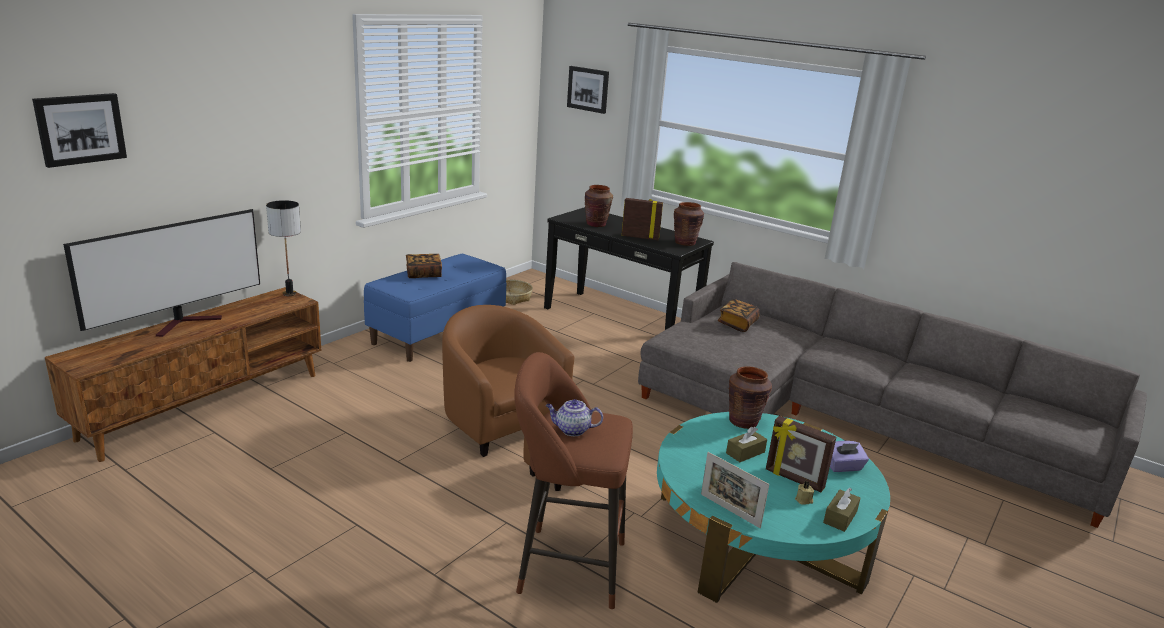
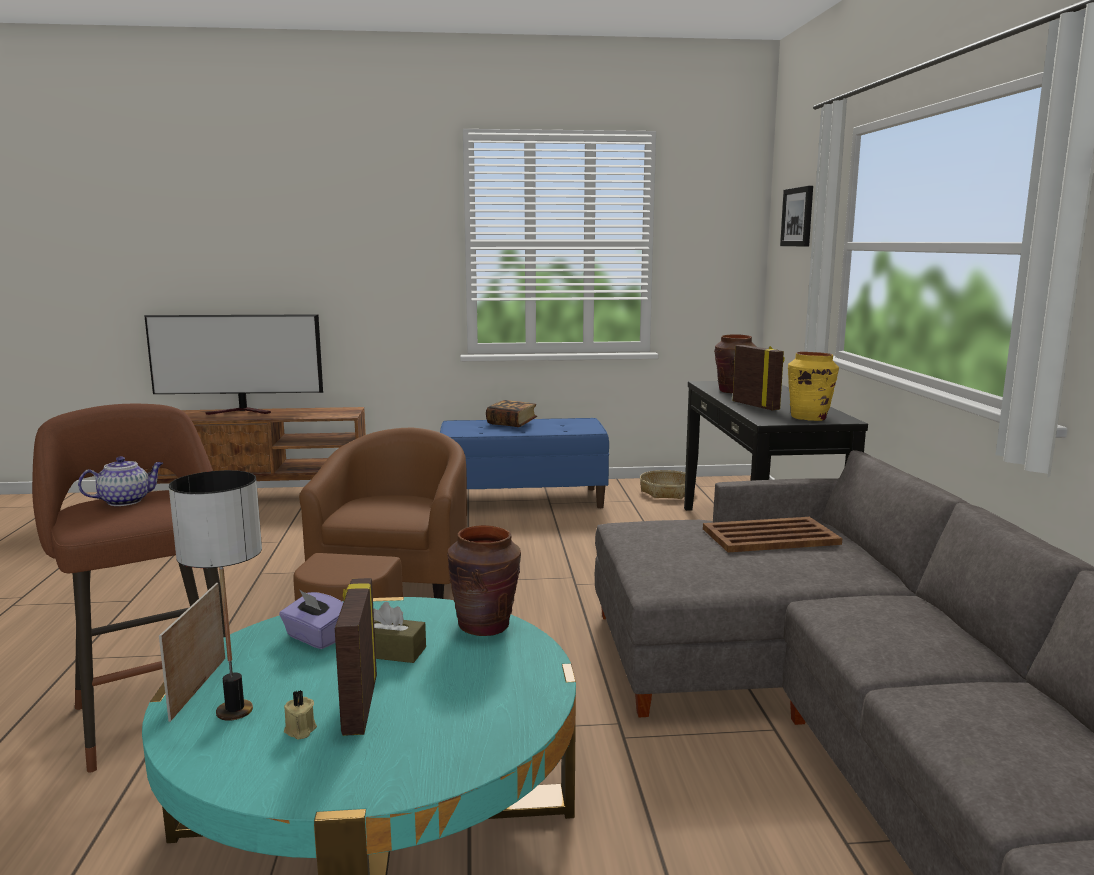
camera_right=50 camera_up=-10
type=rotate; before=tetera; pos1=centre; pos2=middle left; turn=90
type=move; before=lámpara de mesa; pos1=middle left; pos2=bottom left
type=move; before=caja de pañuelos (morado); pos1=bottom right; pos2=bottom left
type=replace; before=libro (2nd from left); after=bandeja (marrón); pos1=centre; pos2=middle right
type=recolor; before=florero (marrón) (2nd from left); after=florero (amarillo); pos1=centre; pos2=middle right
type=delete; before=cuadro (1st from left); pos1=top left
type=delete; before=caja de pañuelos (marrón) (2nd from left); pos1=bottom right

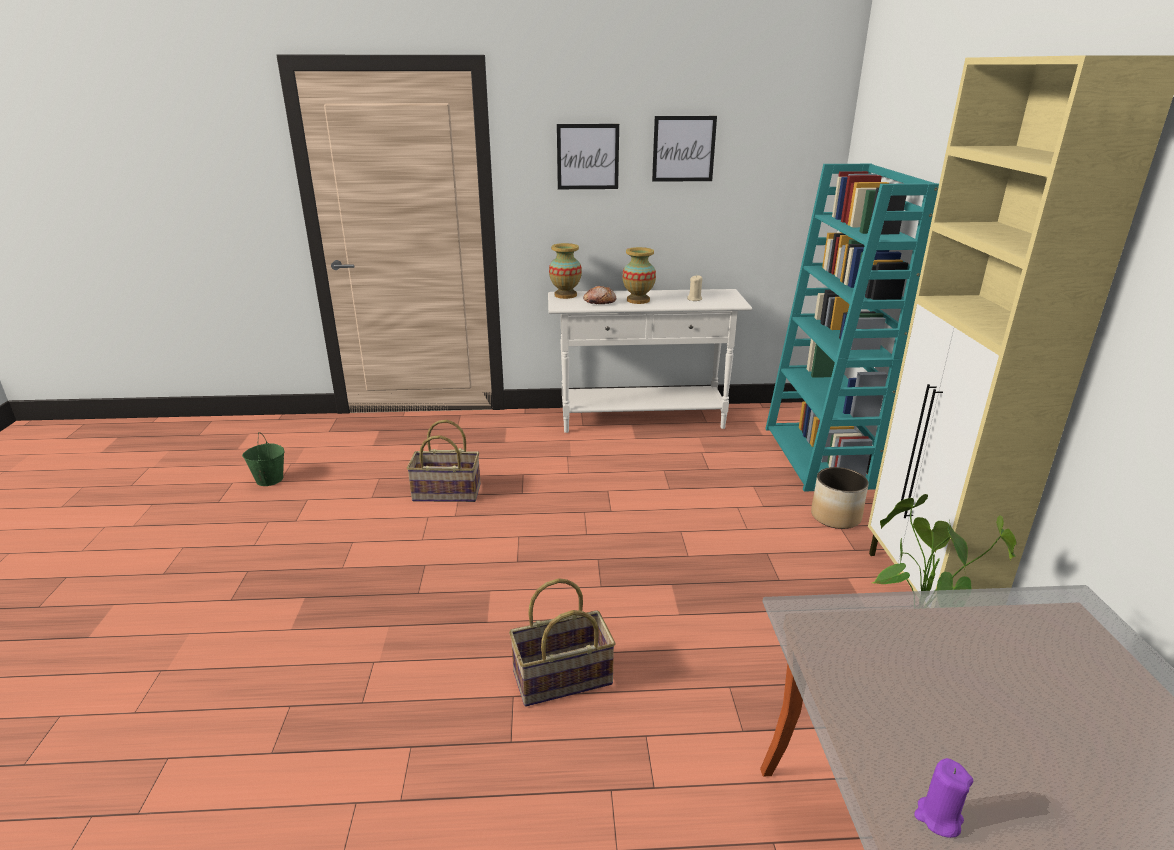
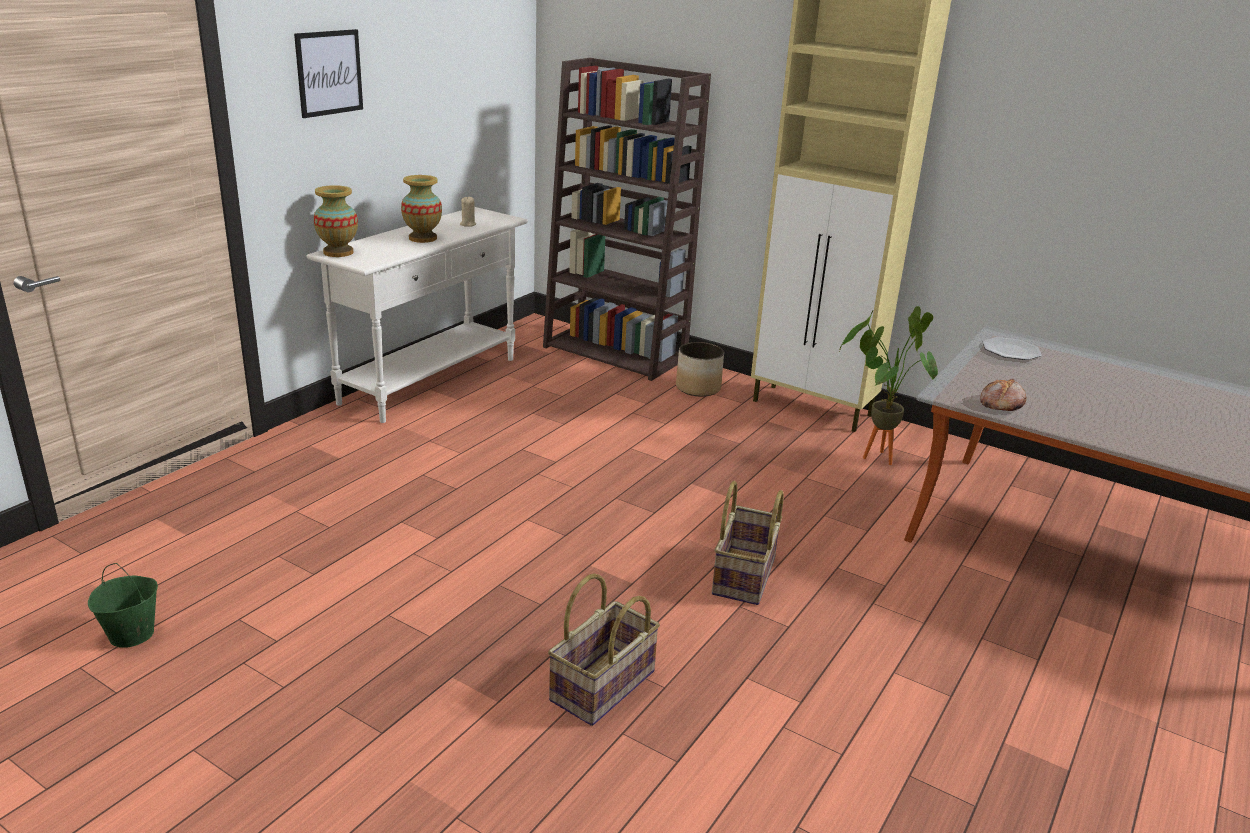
camera_right=-55 camera_up=0
type=recolor; before=estantería (turquesa); after=estantería (marrón); pos1=middle right; pos2=top centre
type=move; before=cesta (1st from left); pos1=centre; pos2=bottom centre
type=move; before=pan; pos1=centre; pos2=middle right
type=insert; after=plato; pos2=middle right
type=delete; before=cuadro (2nd from left); pos1=top centre
type=delete; before=vela (morado); pos1=bottom right

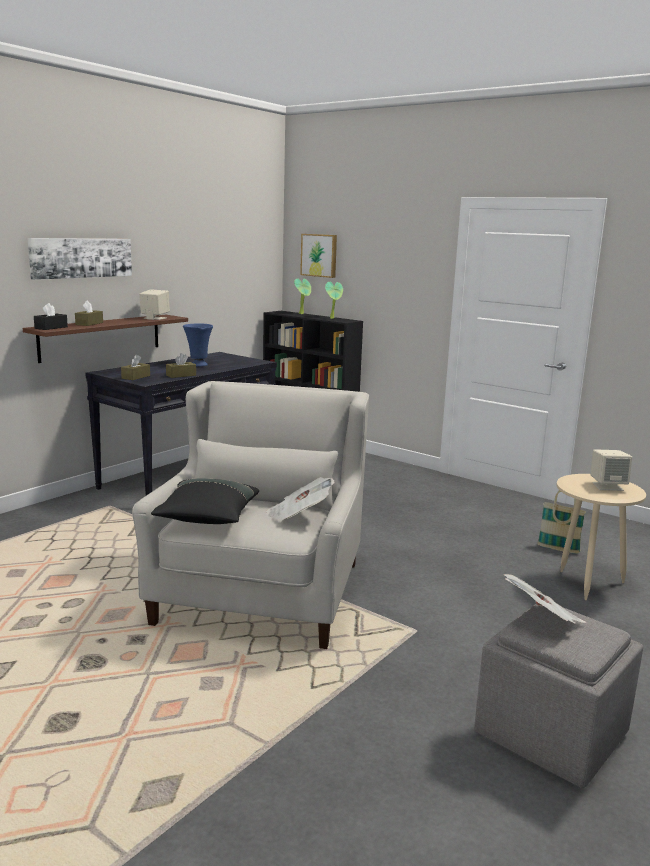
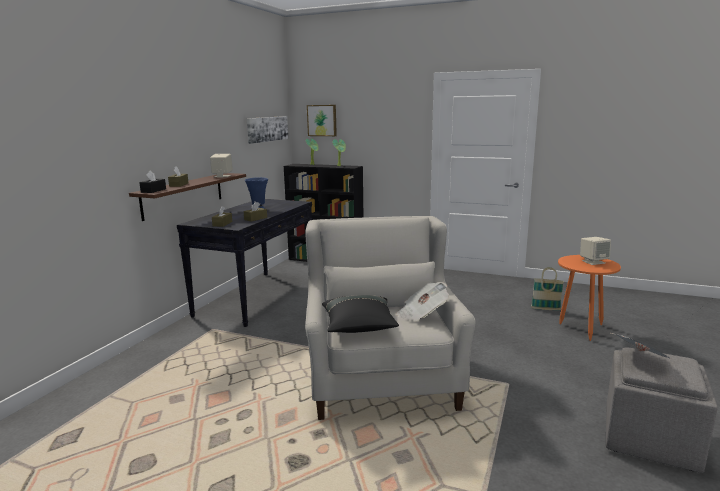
camera_right=-15 camera_up=0
type=move; before=cuadro (1st from left); pos1=top left; pos2=top centre
type=recolor; before=mesa auxiliar (beis); after=mesa auxiliar (naranja); pos1=middle right; pos2=middle right

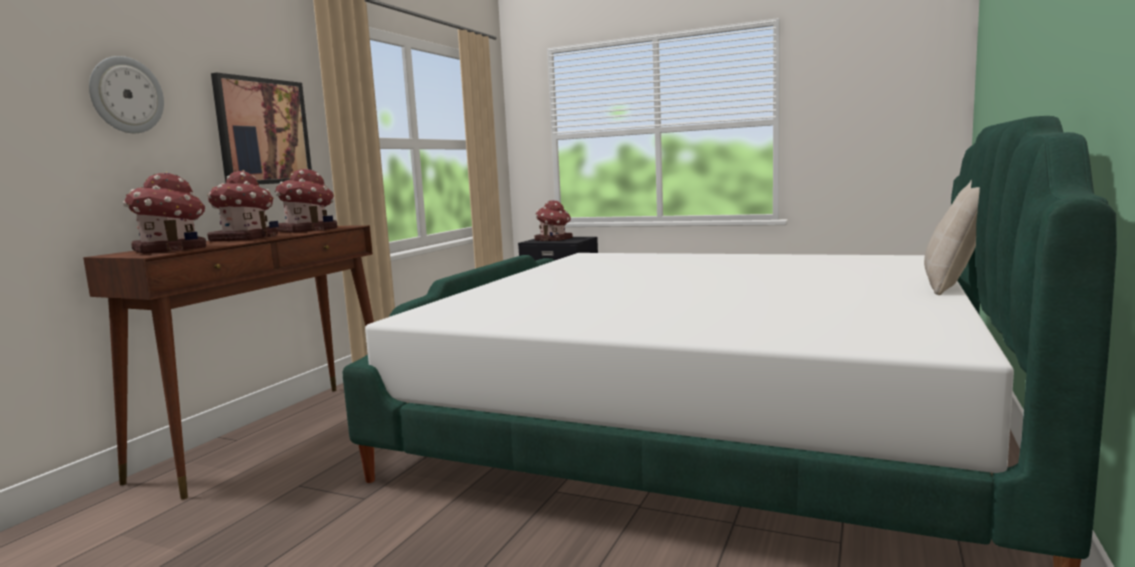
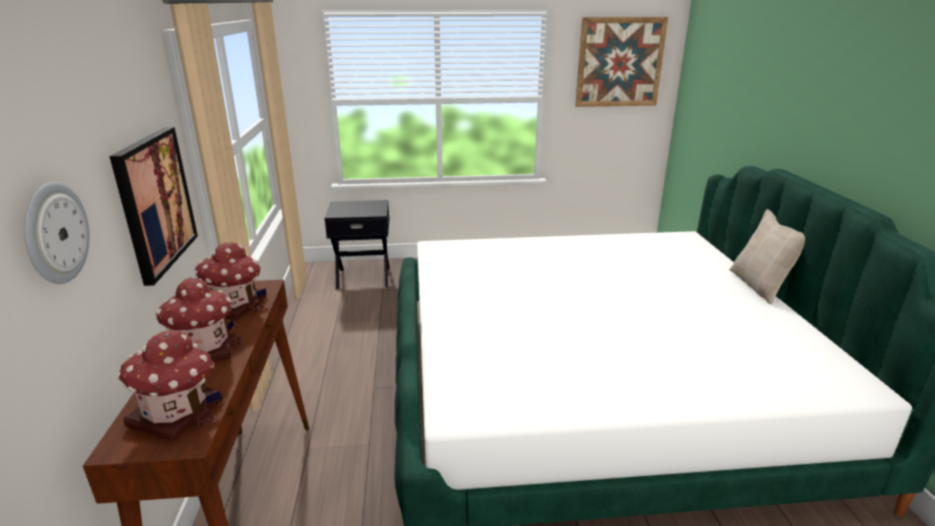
camera_right=-30 camera_up=15
type=insert; after=cuadro (2nd from left); pos2=top centre
type=delete; before=casita (4th from left); pos1=centre

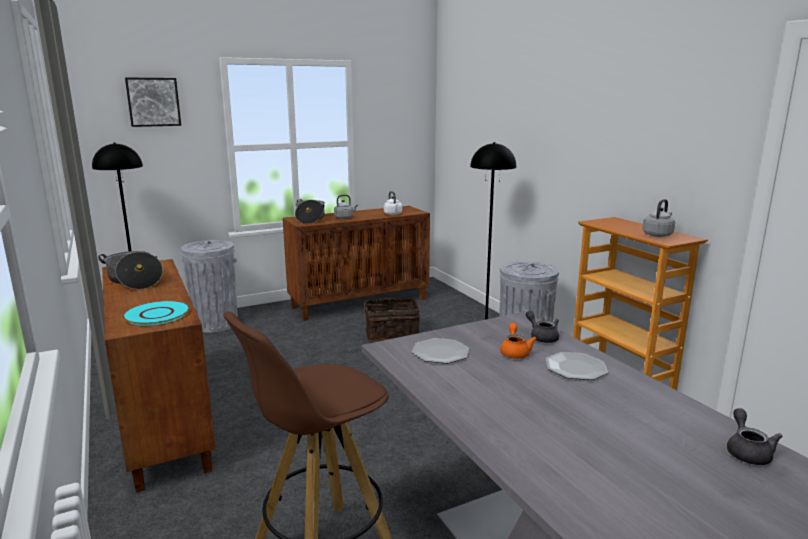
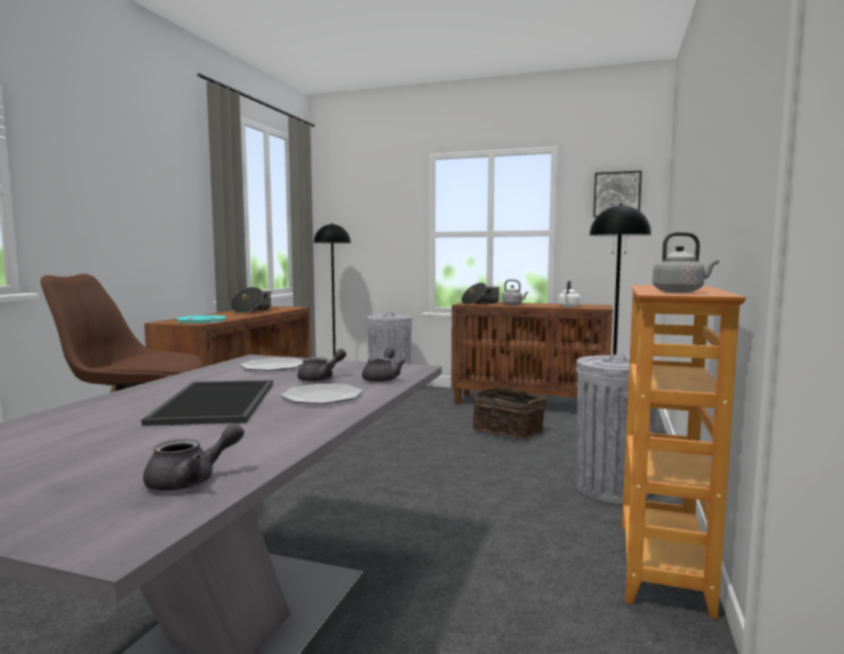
camera_right=45 camera_up=-10
type=insert; after=bandeja; pos2=middle left
type=recolor; before=tetera (naranja); after=tetera (gris) (2nd from left); pos1=centre; pos2=centre
type=move; before=cuadro; pos1=top left; pos2=top right

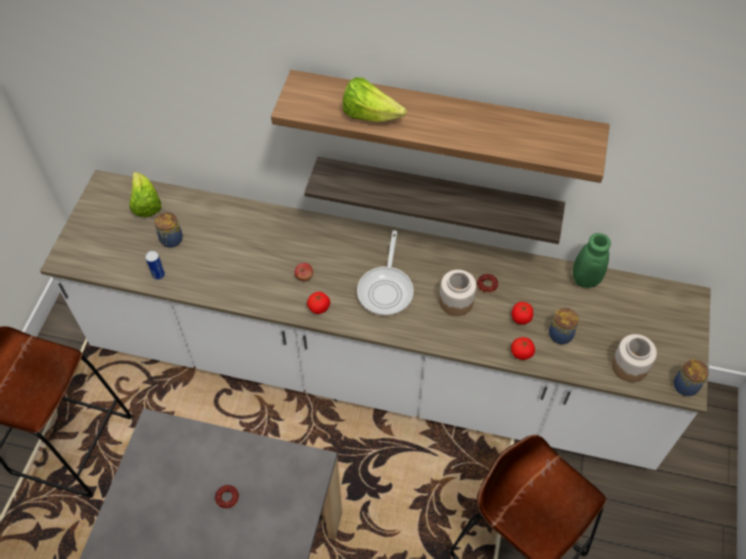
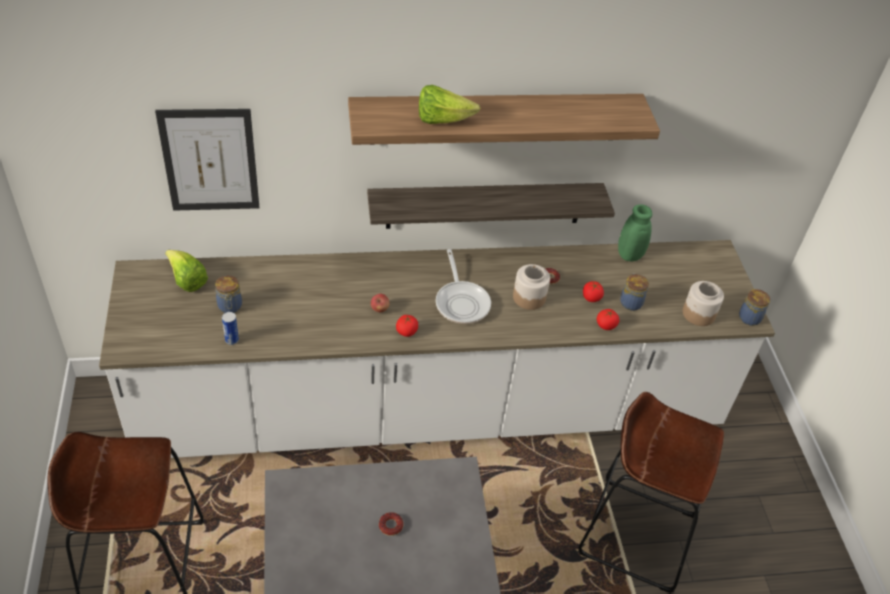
camera_right=-25 camera_up=-10
type=insert; after=cuadro; pos2=top left

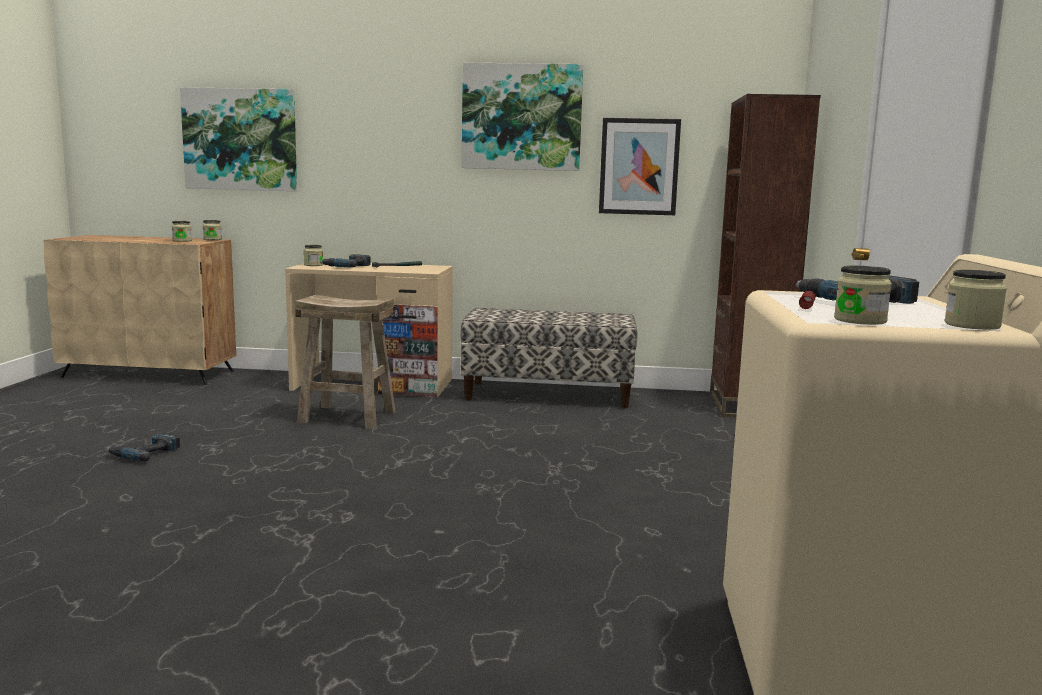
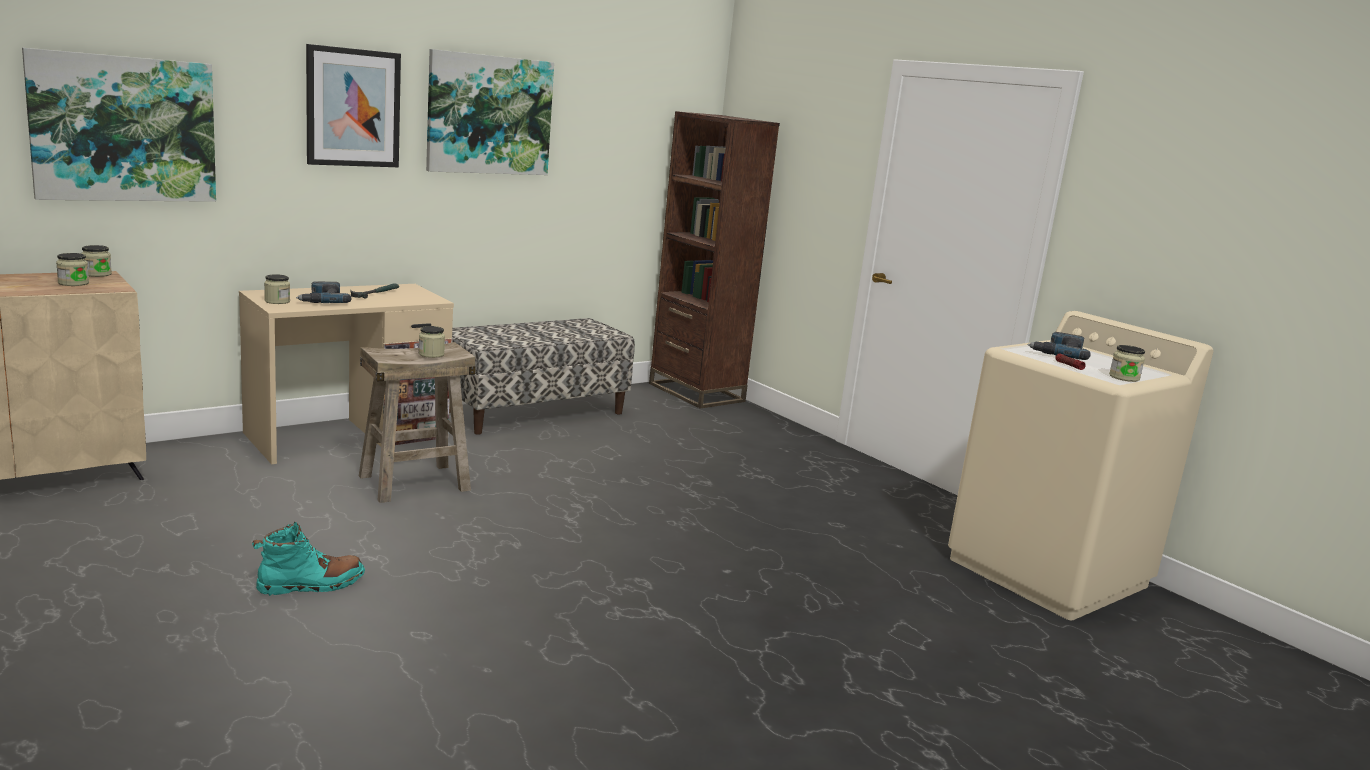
camera_right=-45 camera_up=5
type=replace; before=taladro (1st from left); after=bota (turquesa); pos1=middle left; pos2=bottom left
type=move; before=cuadro (3rd from left in the first image); after=cuadro (2nd from left); pos1=top centre; pos2=top left
type=move; before=tarro (5th from left in the first image); after=tarro (4th from left); pos1=middle right; pos2=middle left

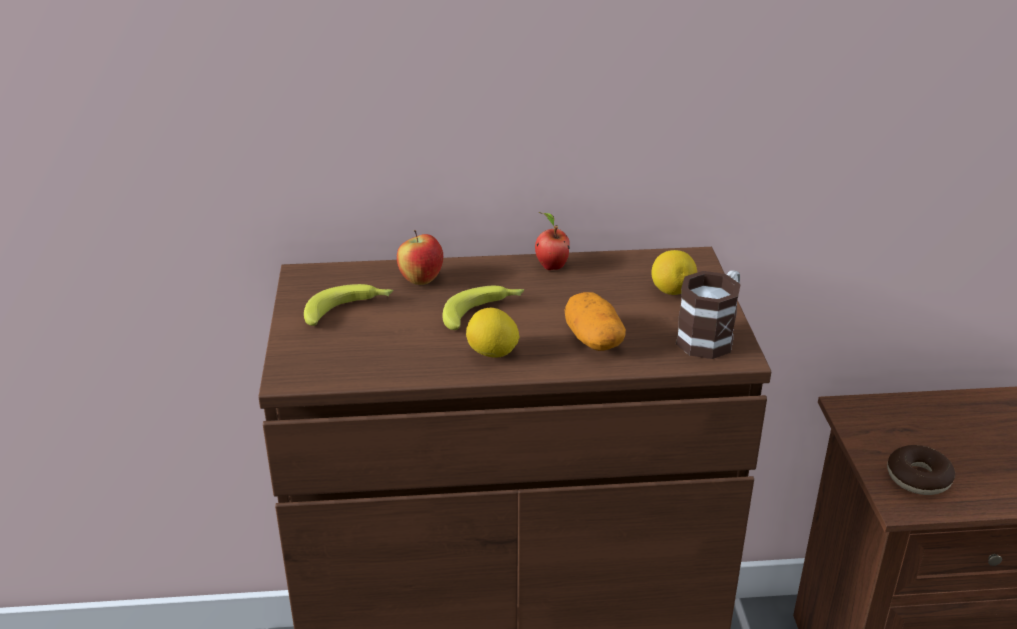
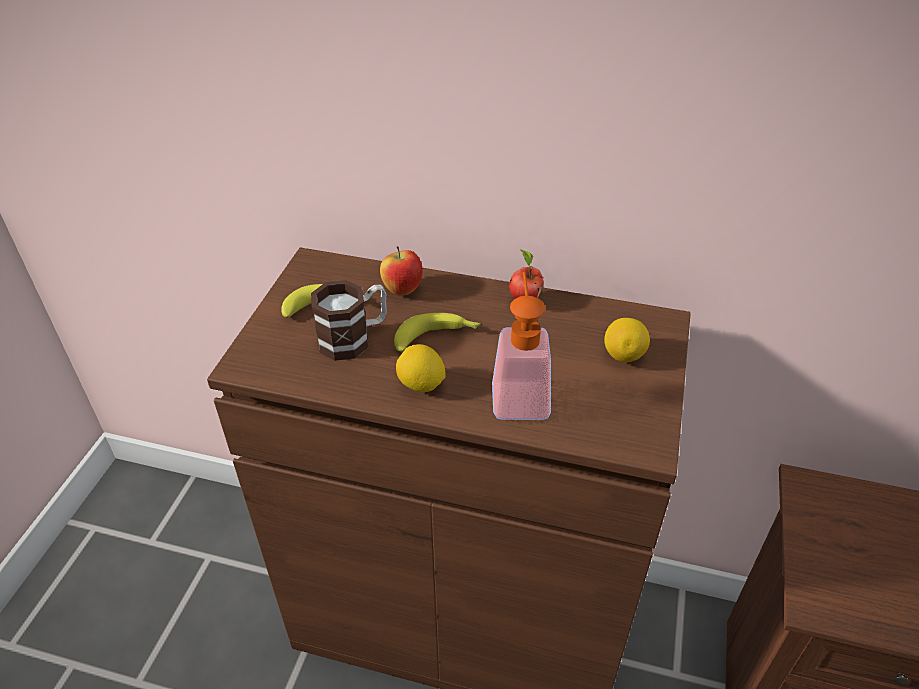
camera_right=20 camera_up=10
type=move; before=taza grande; pos1=middle right; pos2=centre
type=replace; before=patata; after=dispensador de jabón; pos1=centre; pos2=centre
type=delete; before=rosquilla; pos1=bottom right

